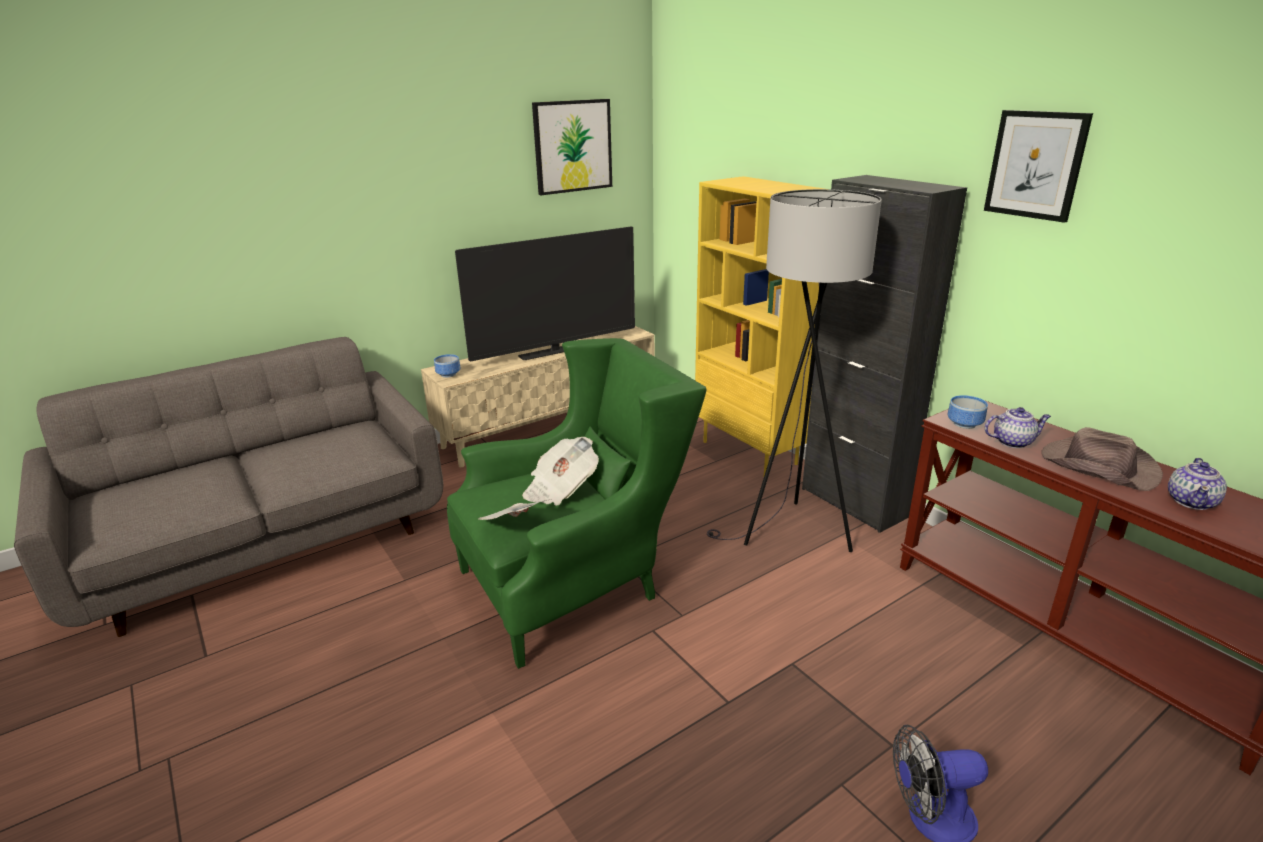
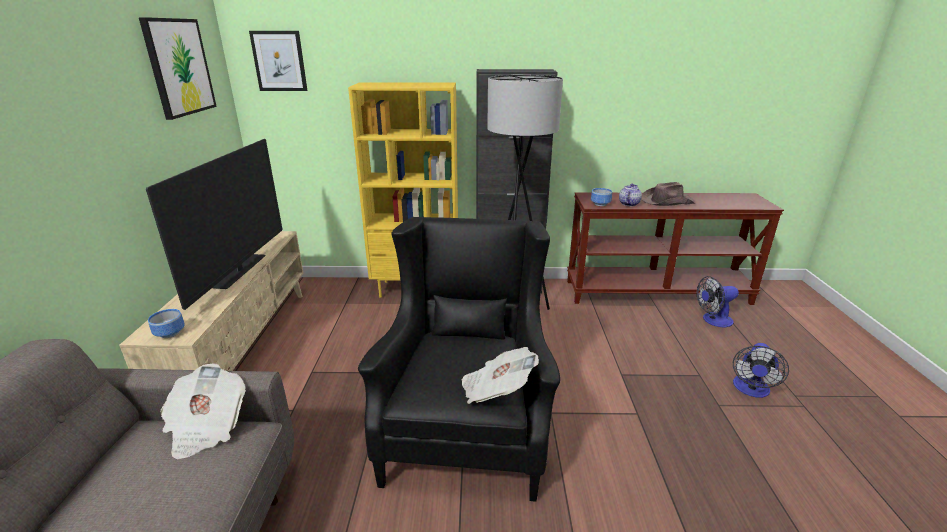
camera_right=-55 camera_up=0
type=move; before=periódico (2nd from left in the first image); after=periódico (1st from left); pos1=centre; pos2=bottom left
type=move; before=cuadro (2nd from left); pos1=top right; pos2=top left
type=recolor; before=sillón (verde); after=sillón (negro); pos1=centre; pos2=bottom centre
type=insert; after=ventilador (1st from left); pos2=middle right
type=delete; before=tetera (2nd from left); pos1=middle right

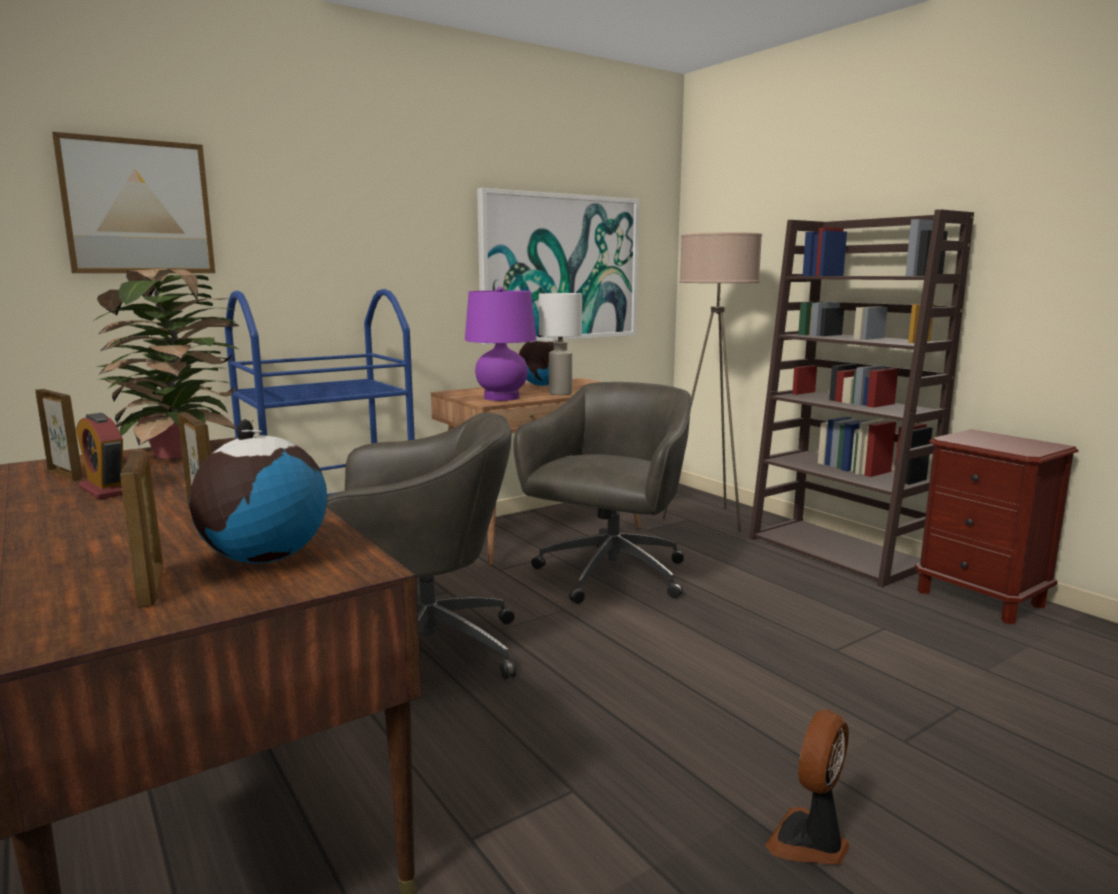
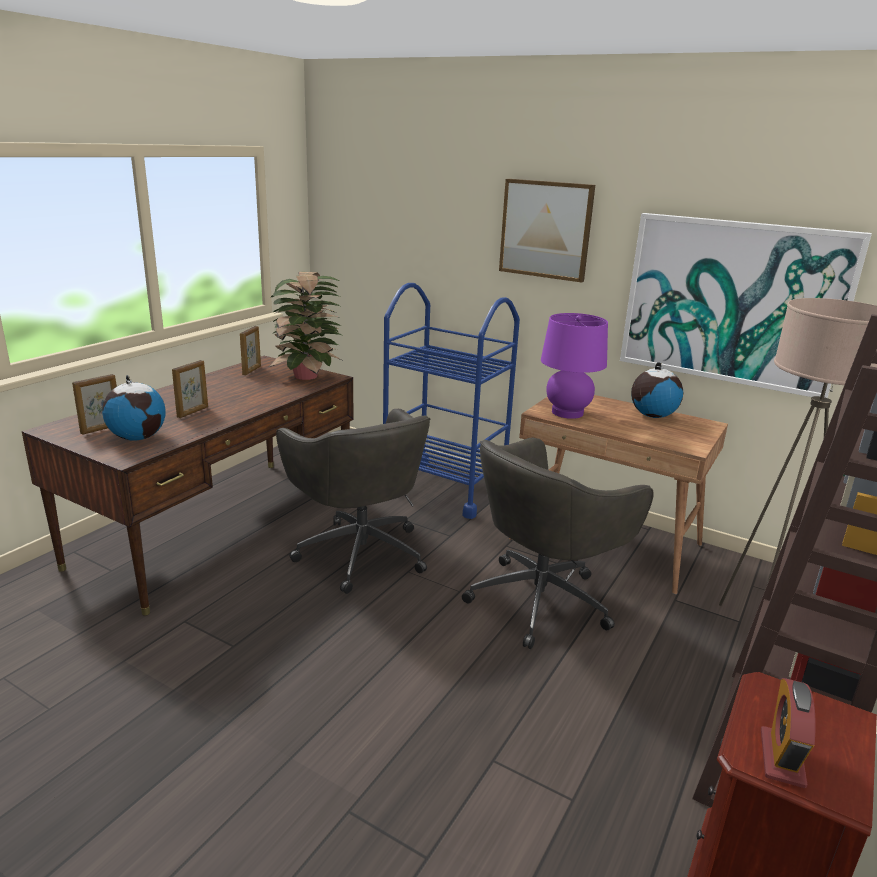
camera_right=65 camera_up=10
type=rotate; before=silla de oficina (gris) (2nd from left); pos1=centre; pos2=centre; turn=135
type=move; before=cuadro (1st from left); pos1=top left; pos2=top centre
type=move; before=despertador; pos1=middle left; pos2=bottom right
type=delete; before=lámpara de mesa (blanco); pos1=centre
type=delete; before=ventilador; pos1=bottom right

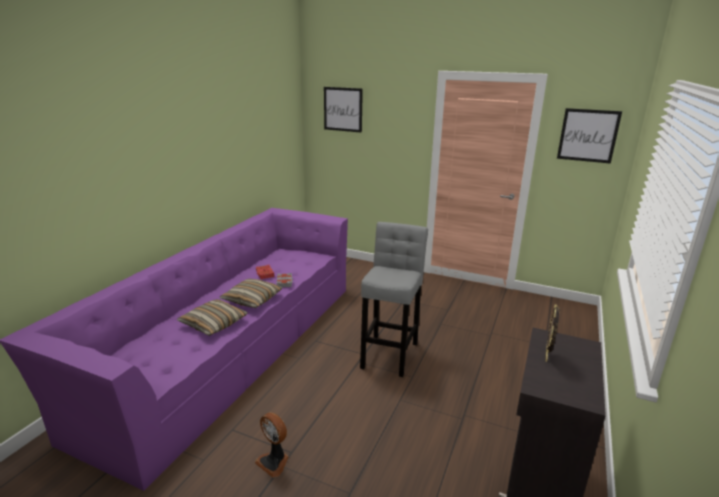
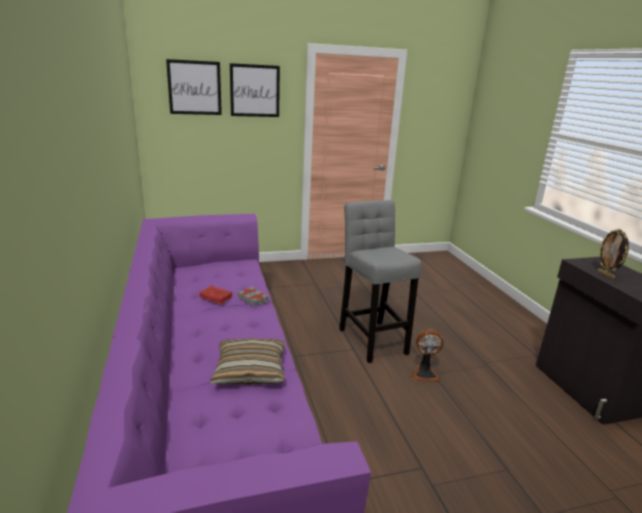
camera_right=-40 camera_up=0
type=move; before=cuadro (2nd from left); pos1=top right; pos2=top centre
type=move; before=ventilador; pos1=bottom centre; pos2=bottom right
type=delete; before=cojín (2nd from left); pos1=centre

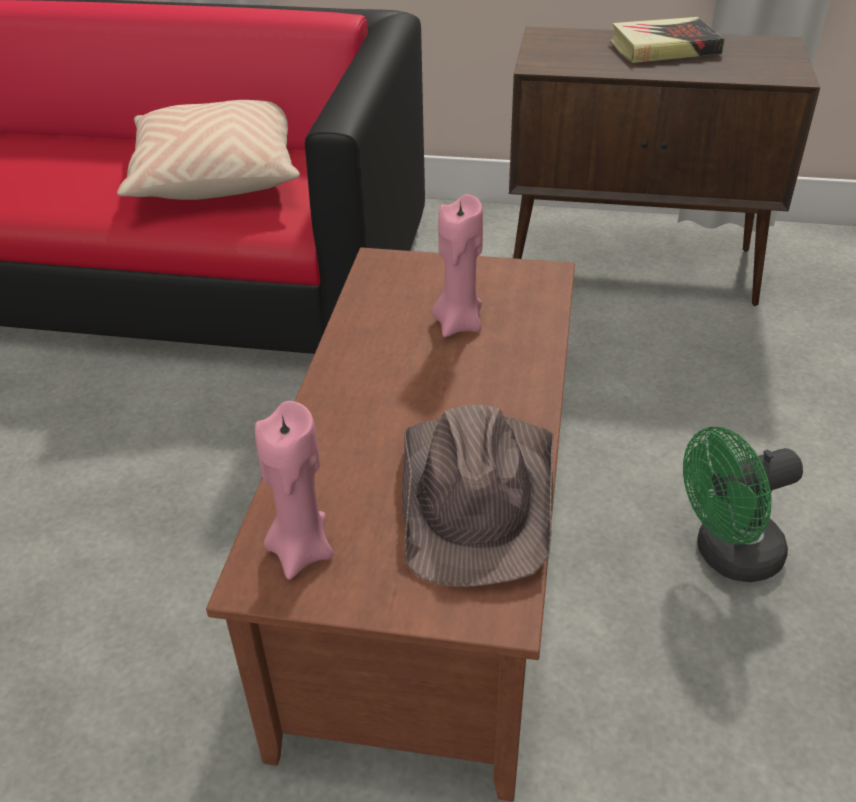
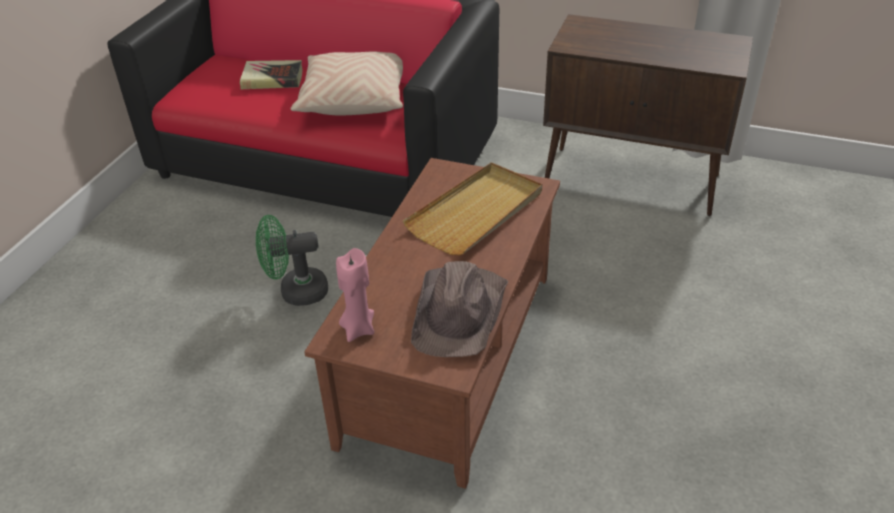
camera_right=10 camera_up=0
type=move; before=libro; pos1=top right; pos2=top left
type=move; before=ventilador (verde); pos1=middle right; pos2=middle left
type=replace; before=vela (rosa) (2nd from left); after=bandeja (beis); pos1=top centre; pos2=centre

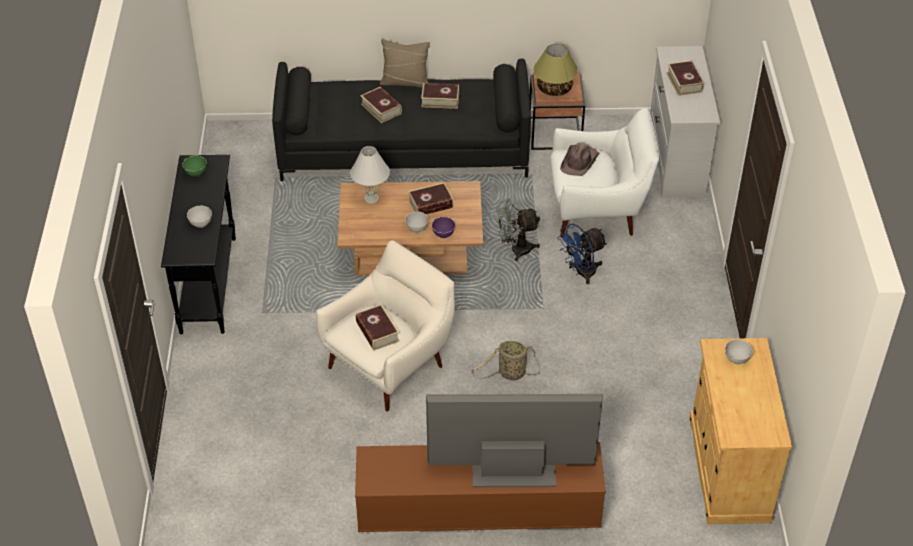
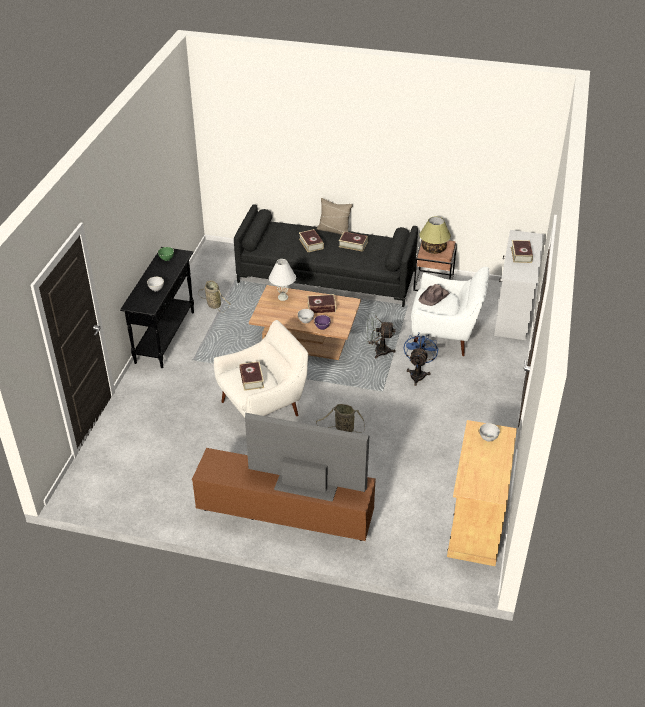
camera_right=15 camera_up=-5
type=insert; after=cesta (1st from left); pos2=middle left
type=rotate; before=ventilador (azul); pos1=centre; pos2=centre; turn=120

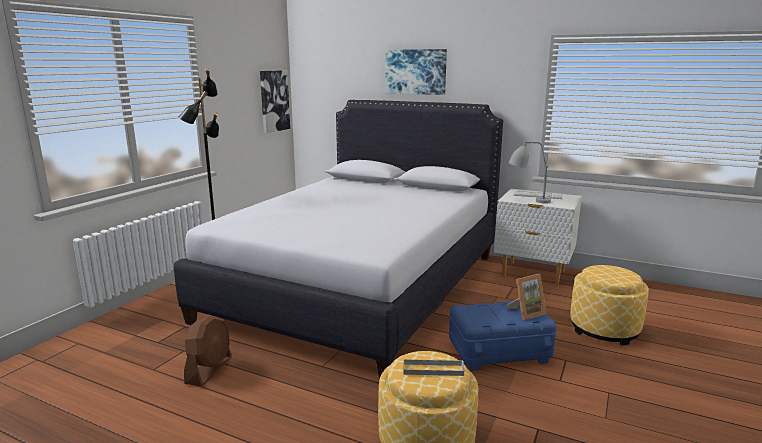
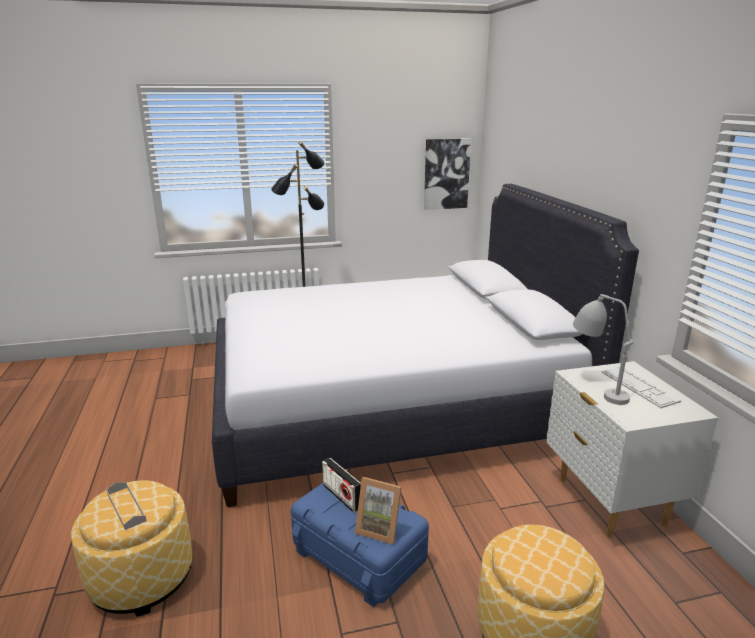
camera_right=50 camera_up=5
type=insert; after=radio; pos2=bottom centre
type=delete; before=ventilador (marrón); pos1=bottom left
type=delete; before=cuadro (2nd from left); pos1=top centre

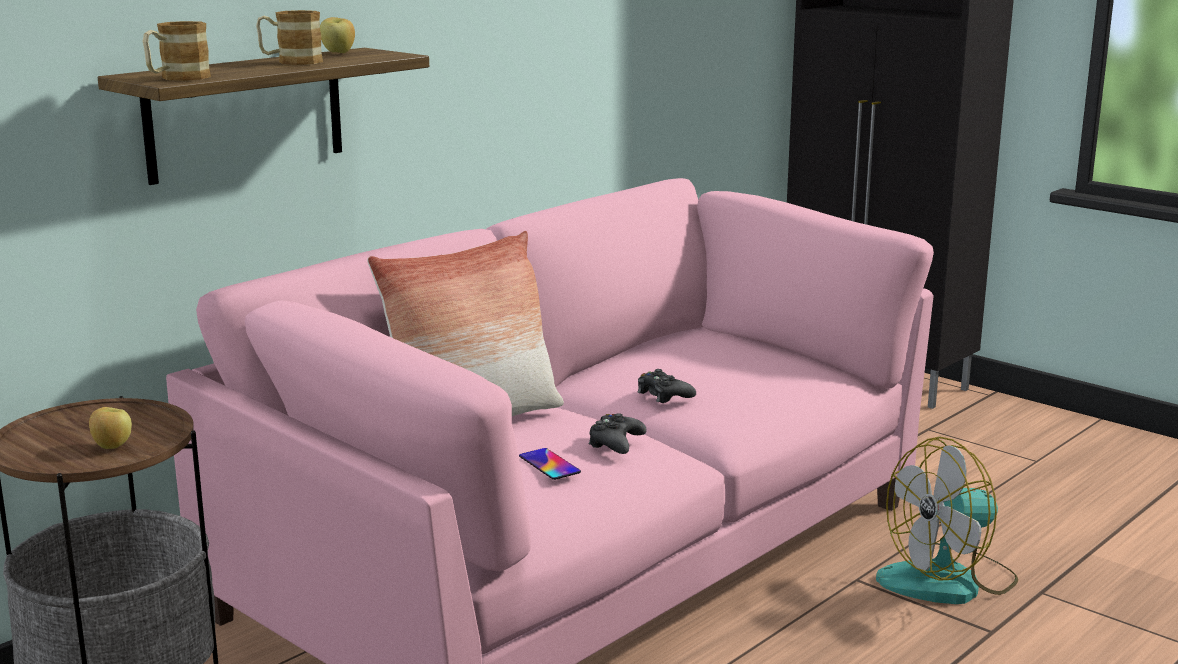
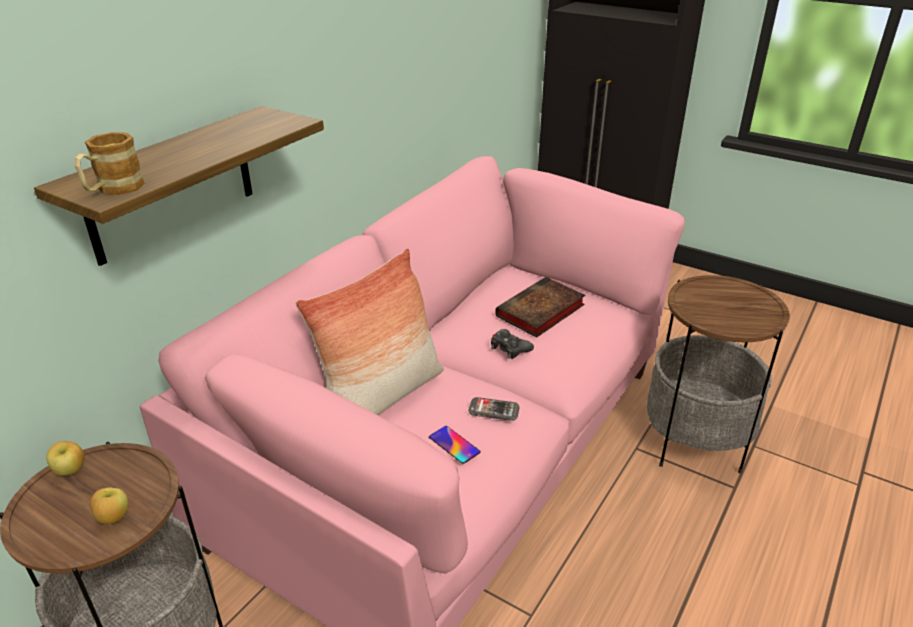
camera_right=-10 camera_up=15
type=move; before=manzana (2nd from left in the first image); after=manzana (1st from left); pos1=top left; pos2=bottom left
type=replace; before=mando de consola (negro) (1st from left); after=móvil (2nd from left); pos1=centre; pos2=centre
type=insert; after=libro; pos2=centre
type=replace; before=ventilador; after=mesa auxiliar (2nd from left); pos1=bottom right; pos2=middle right
type=delete; before=taza grande (2nd from left); pos1=top left

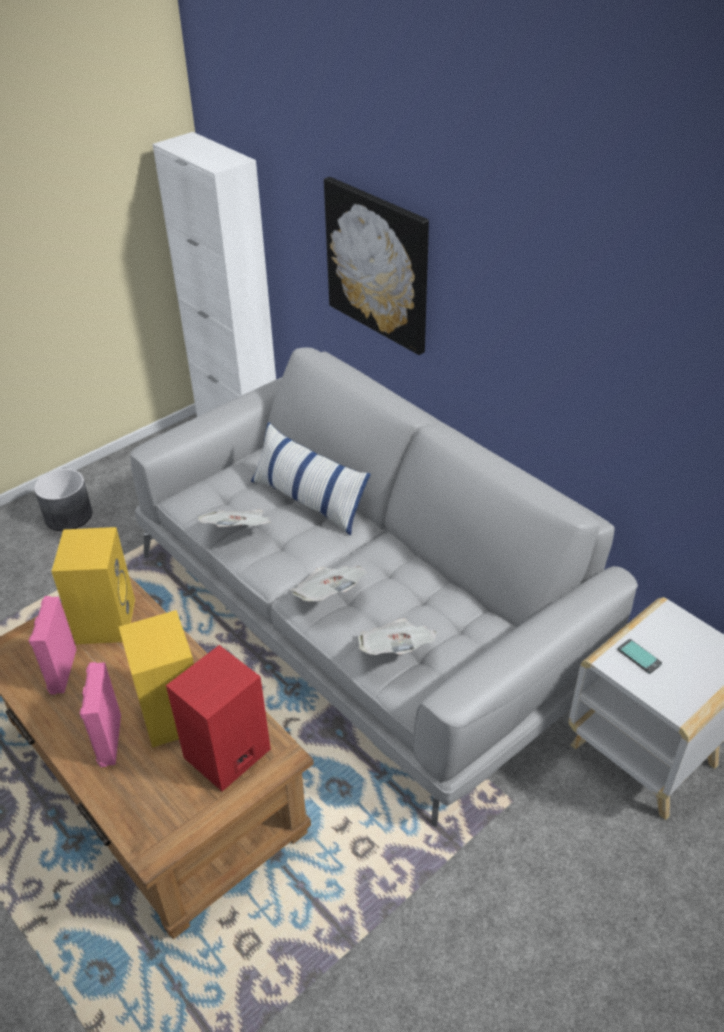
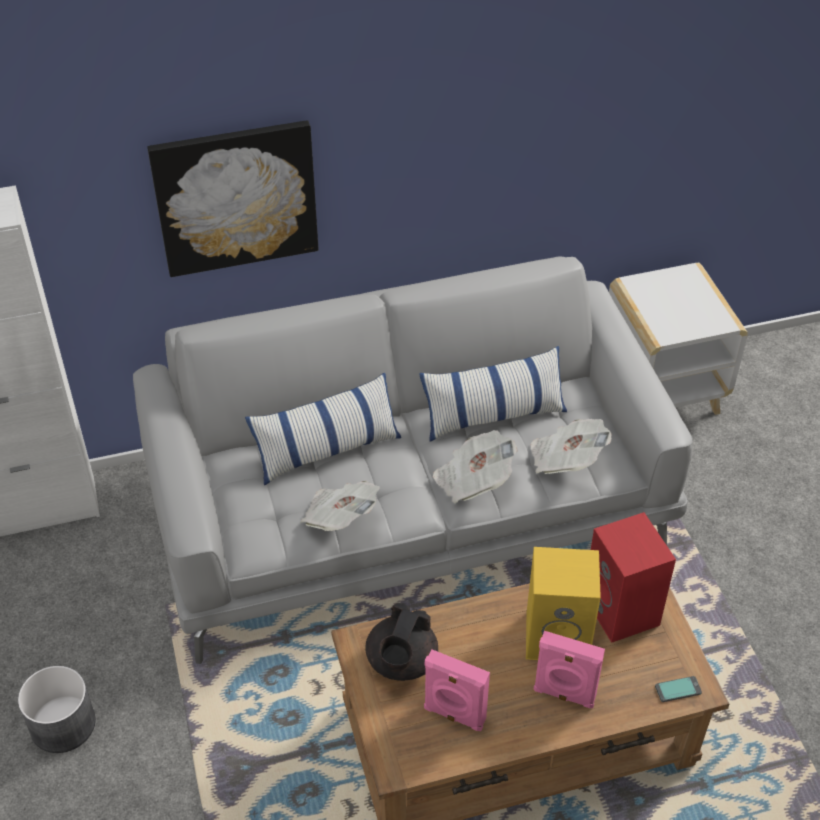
camera_right=-65 camera_up=5
type=replace; before=altavoz (amarillo) (1st from left); after=tetera (negro); pos1=middle left; pos2=bottom centre
type=insert; after=cojín (2nd from left); pos2=centre
type=move; before=móvil; pos1=middle right; pos2=bottom right

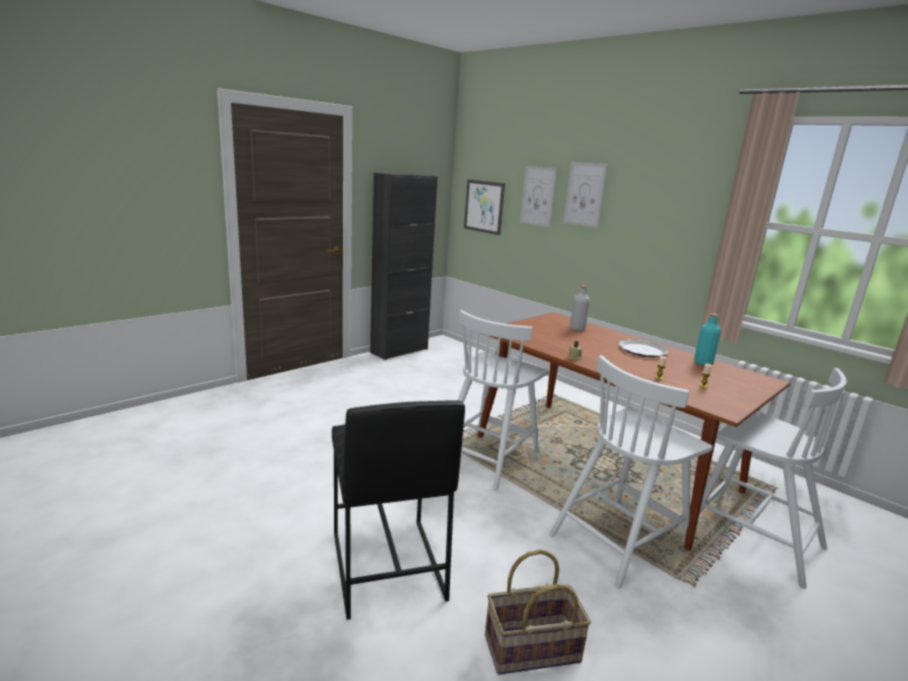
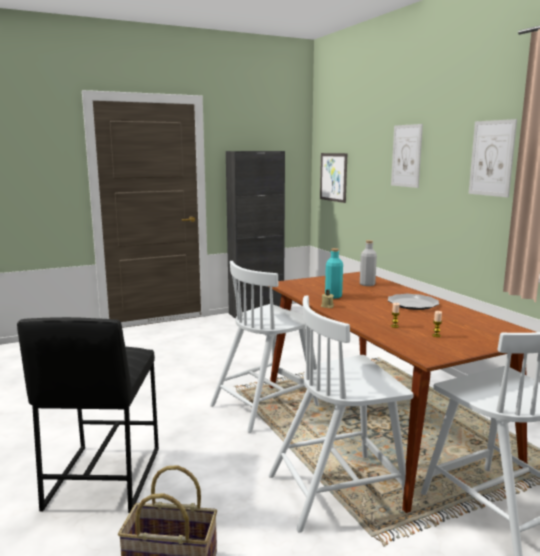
camera_right=20 camera_up=-5
type=move; before=botella (turquesa); pos1=middle right; pos2=centre
type=move; before=cuadro (2nd from left in the first image); after=cuadro (3rd from left); pos1=top centre; pos2=top right

